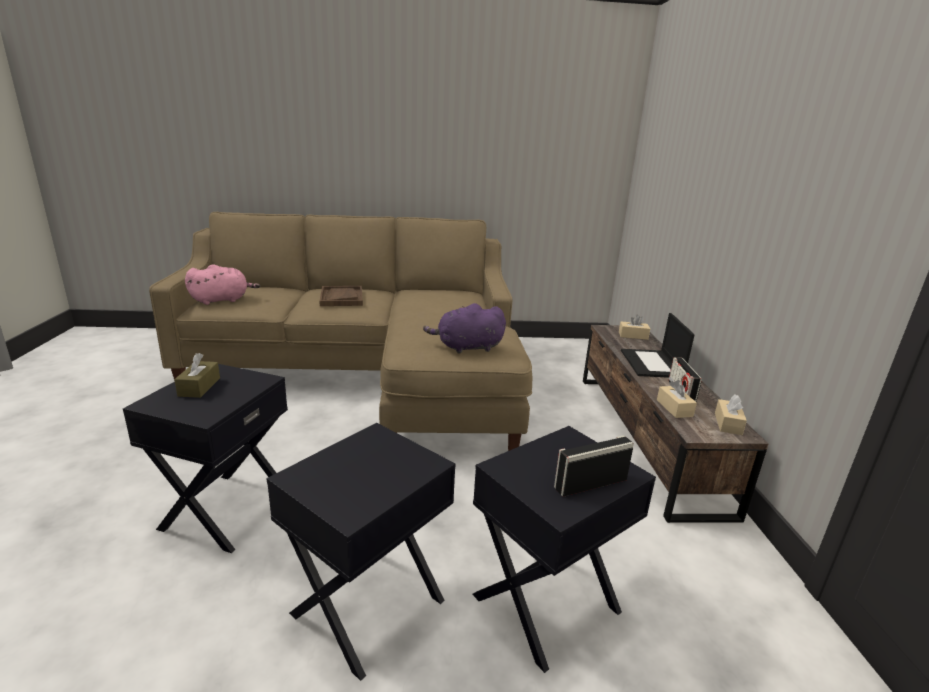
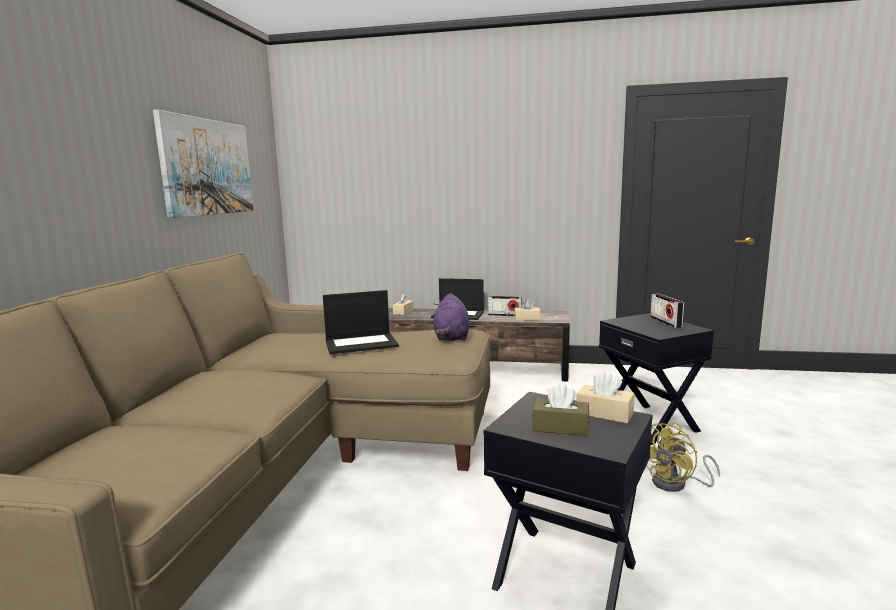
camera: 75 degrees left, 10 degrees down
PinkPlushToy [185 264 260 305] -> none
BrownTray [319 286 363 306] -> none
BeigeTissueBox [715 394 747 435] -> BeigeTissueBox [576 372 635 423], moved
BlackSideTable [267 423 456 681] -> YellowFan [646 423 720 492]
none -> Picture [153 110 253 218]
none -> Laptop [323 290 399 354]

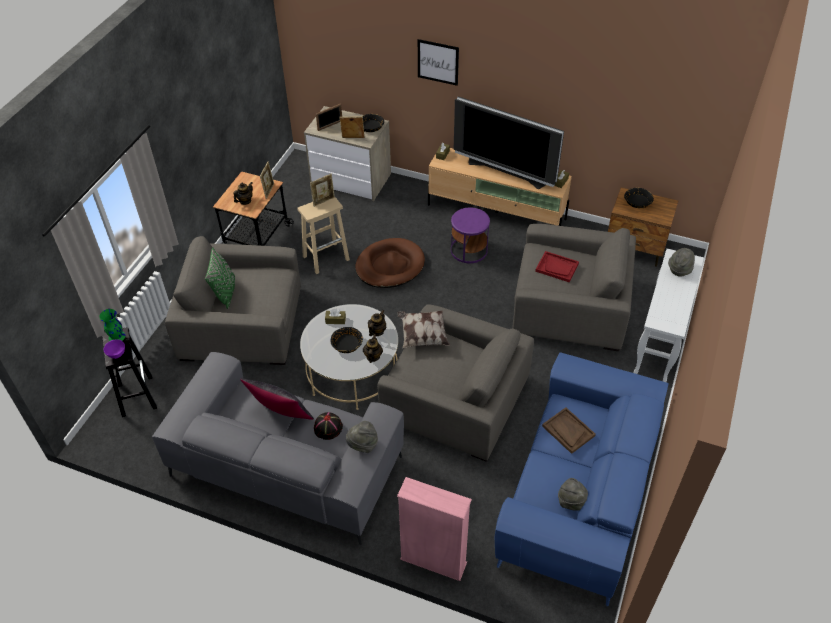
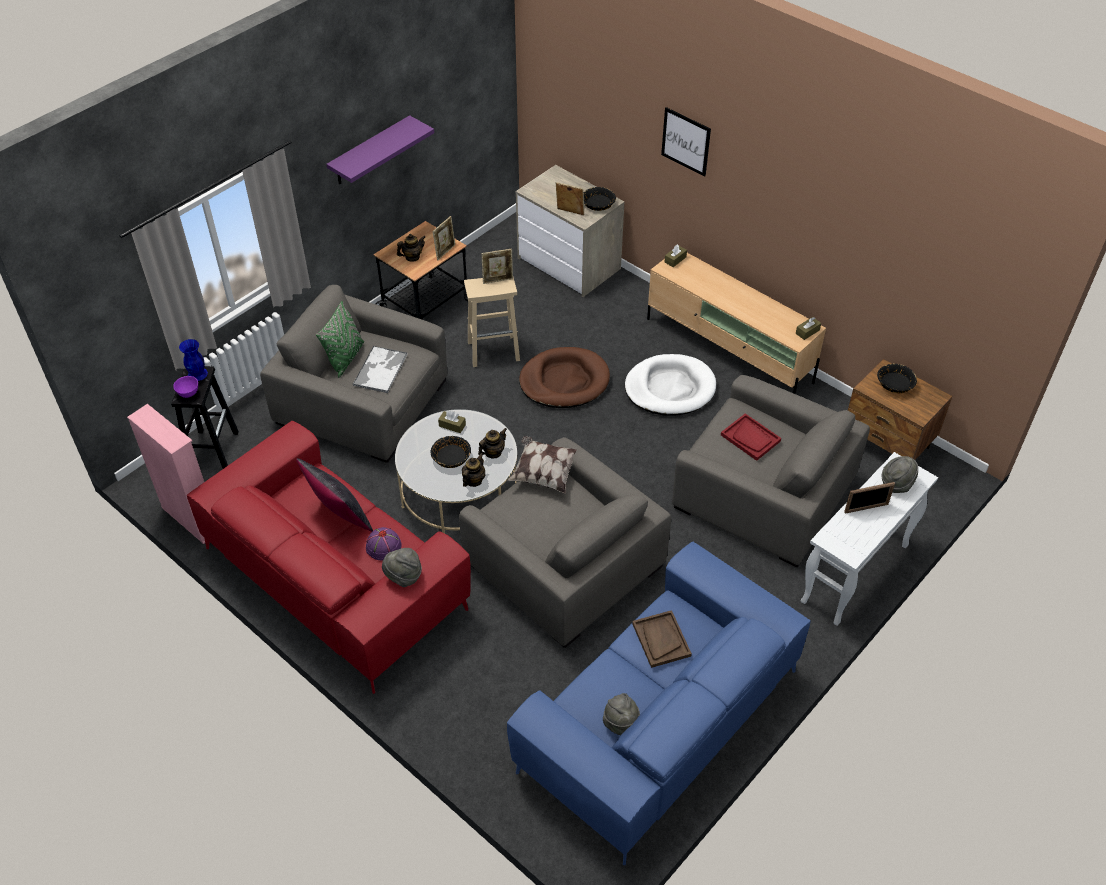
camera: 20 degrees right, 0 degrees up
Television [454 96 564 189] -> none
PictureFrame [316 103 342 131] -> PictureFrame [844 482 895 513], moved
PurpleSideTable [451 207 490 263] -> WhiteDogBed [625 354 716 416]
GreenVase [99 309 125 341] -> BlueVase [179 339 208 381]
GreySofa [152 352 404 545] -> RedSofa [187 421 471 694]
BlackHat [314 412 343 440] -> PurpleHat [366 527 402 561]
PinkBookcase [397 477 472 581] -> PinkBookcase [127 404 205 544], moved
none -> PurpleShelf [326 115 434 184]
none -> Tray [352 345 408 393]

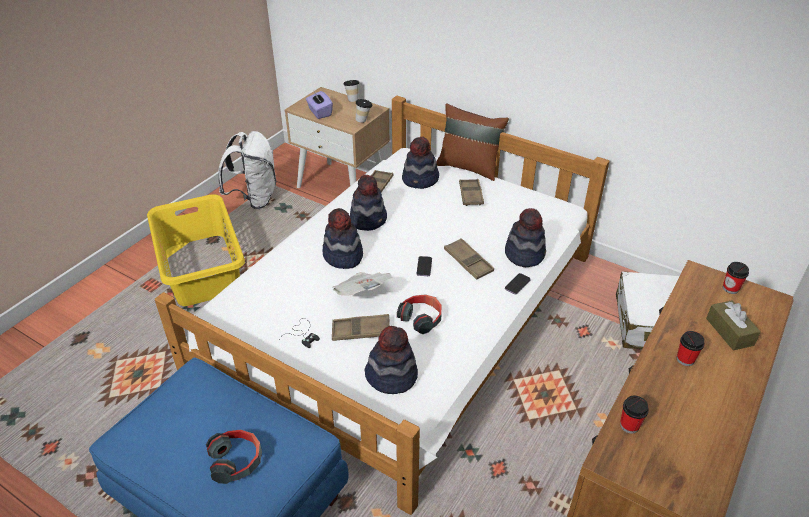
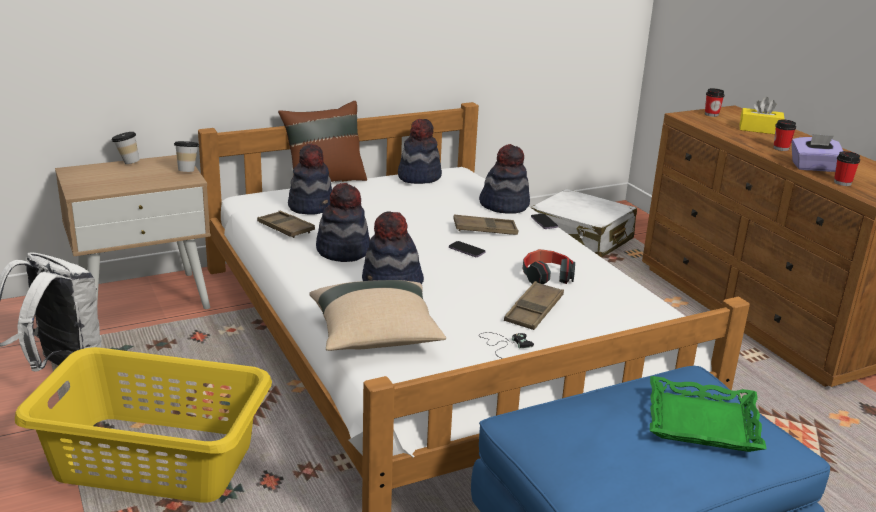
camera: 60 degrees left, 15 degrees down
PurpleTissueBox [306 91 333 119] -> PurpleTissueBox [792 134 843 172], moved
BrownTray [459 179 484 206] -> none
Newspaper [333 272 392 296] -> none
BrownTissueBox [706 300 761 350] -> YellowTissueBox [740 97 785 134]
Hat [364 326 418 394] -> Hat [398 119 442 184], moved
Headphones [206 430 262 484] -> GreenTray [650 376 766 452]
none -> BeigePillow [309 280 446 351]

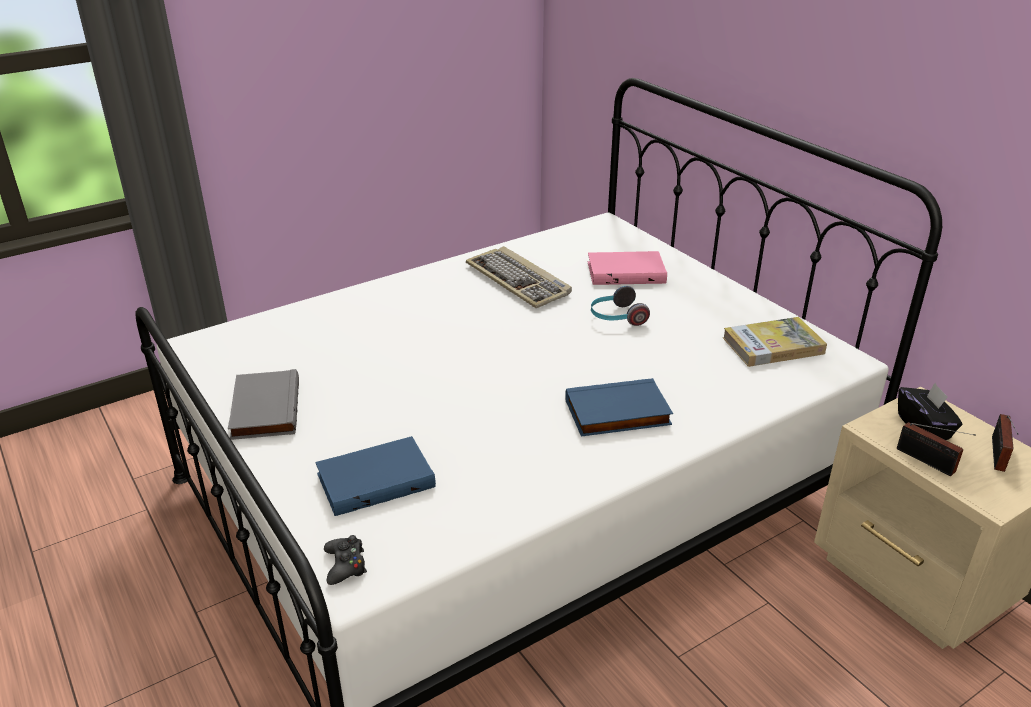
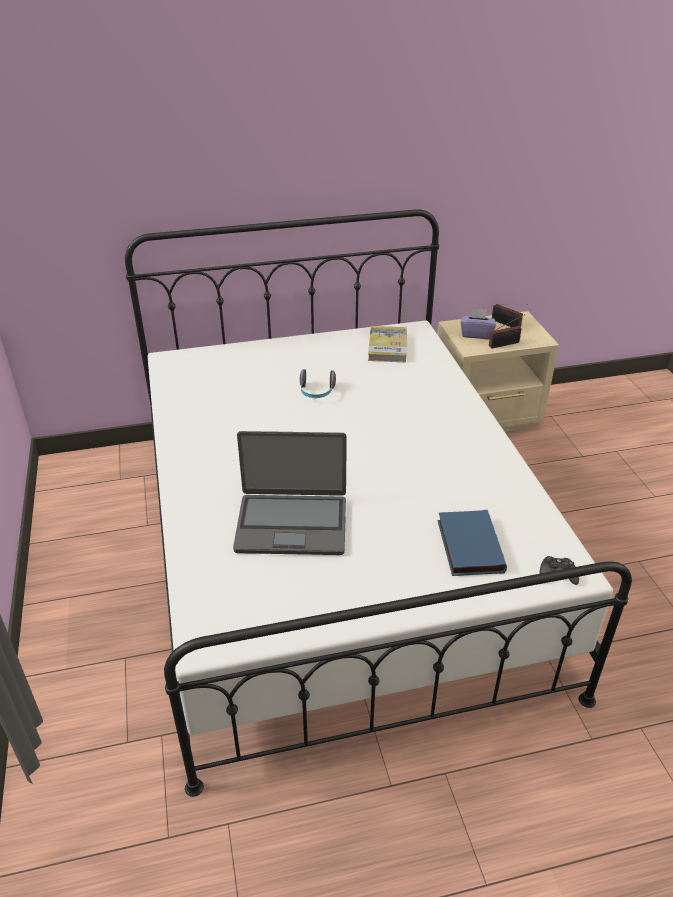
camera: 70 degrees left, 5 degrees up
Keyboard [466 246 572 308] -> none
PinkBook [587 251 667 285] -> none
GreyBook [228 369 299 440] -> none
BlueBook [565 378 673 437] -> none
BlackTissueBox [898 383 963 440] -> PurpleTissueBox [461 308 496 339]
none -> Laptop [233 431 347 555]

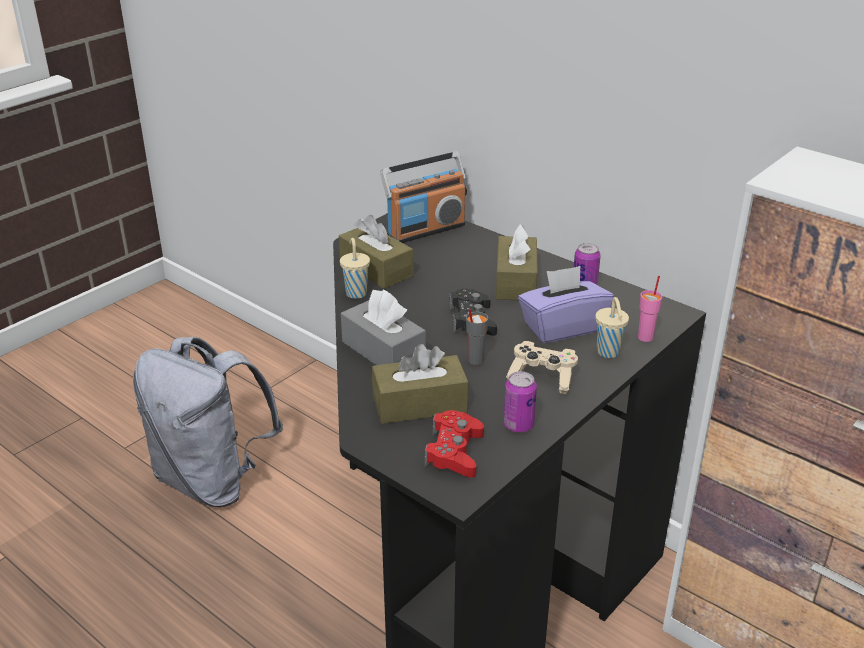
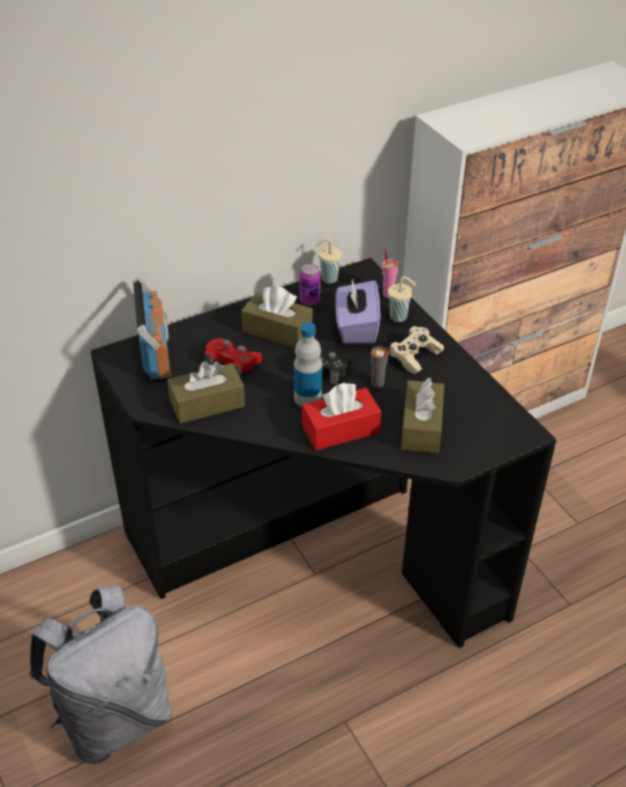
camera: 70 degrees left, 10 degrees up
BeigeCup [340 238 370 299] -> BeigeCup [316 238 342 283], moved
GreyTissueBox [341 290 426 365] -> RedTissueBox [302 383 381 450]
Can [503 371 537 433] -> none
RedGameController [425 410 484 478] -> RedGameController [205 338 262 376], moved
none -> Bottle [294 322 322 407]

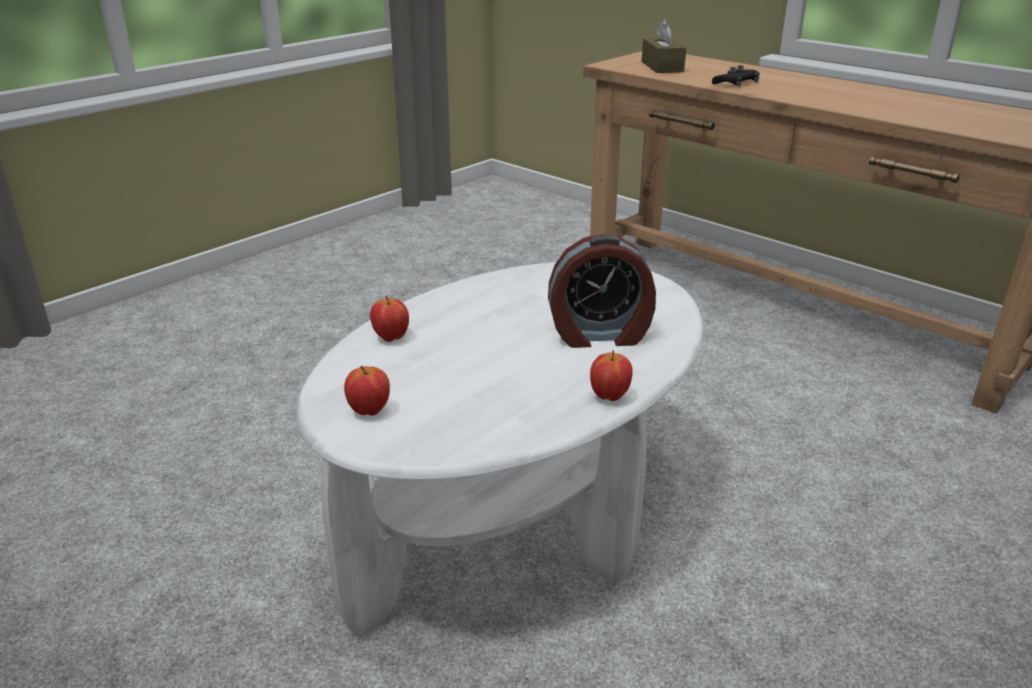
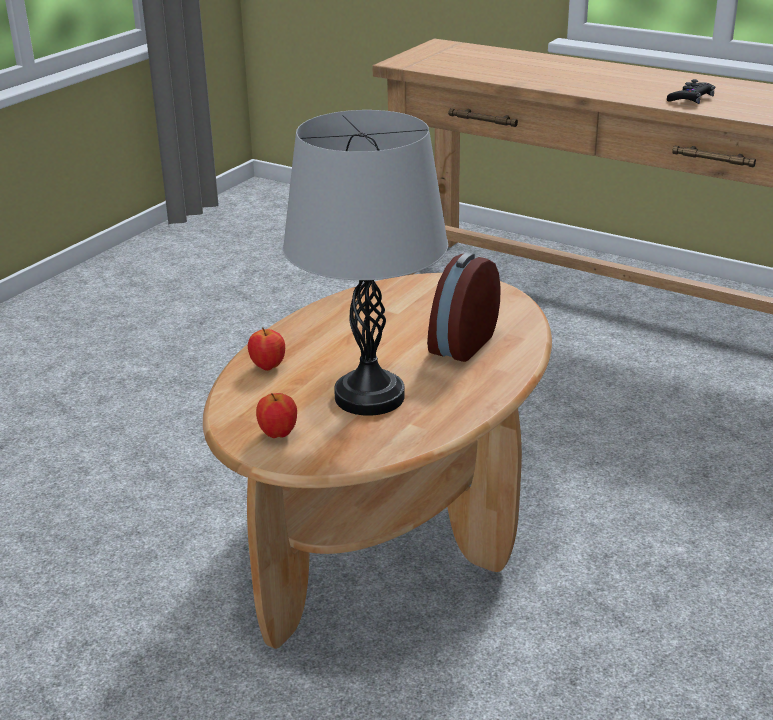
camera: 10 degrees left, 0 degrees up
BrownTissueBox [642 19 686 73] -> none
BlackGameController [712 65 760 87] -> BlackGameController [667 79 715 104], moved
AlarmClock [548 234 656 348] -> AlarmClock [427 252 501 362], 135 degrees clockwise
WhiteCoffeeTable [296 262 703 636] -> BrownCoffeeTable [203 273 552 649]
Apple [590 350 633 401] -> none
none -> GreyTableLamp [283 110 448 416]

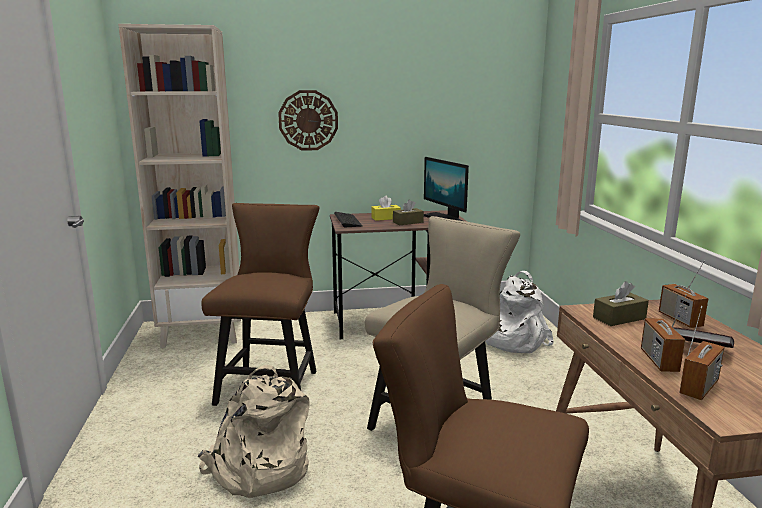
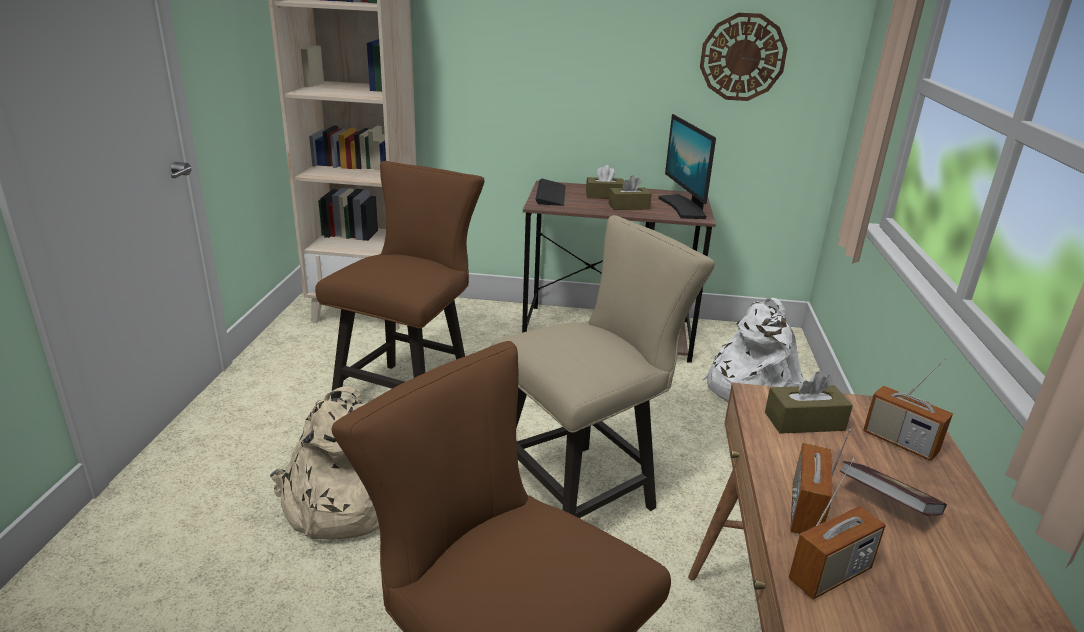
camera: 15 degrees right, 10 degrees up
WallClock [278 90 338 151] -> WallClock [700 13 788 101], moved
YellowTissueBox [371 196 401 221] -> BrownTissueBox [586 165 624 199]
Radio [659 261 708 328] -> Radio [863 357 953 461], 45 degrees counterclockwise

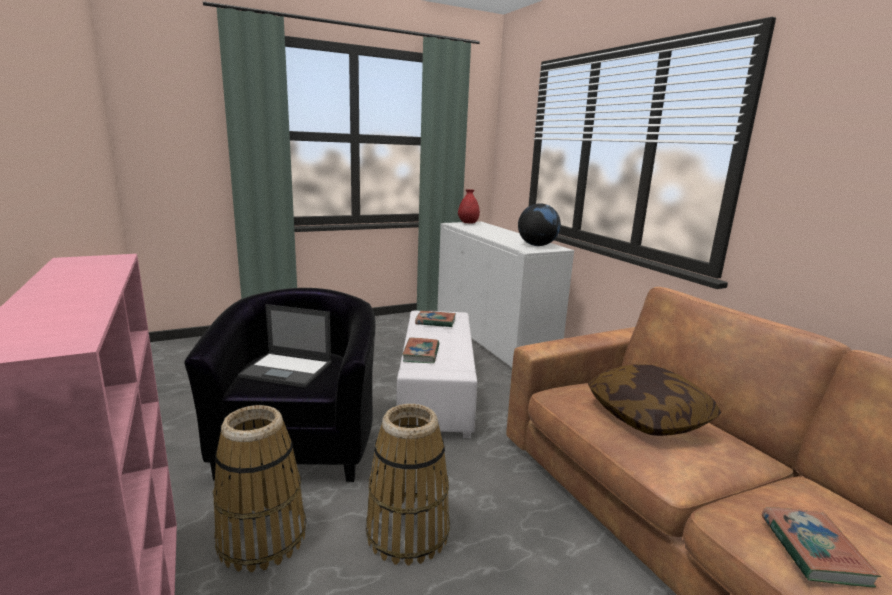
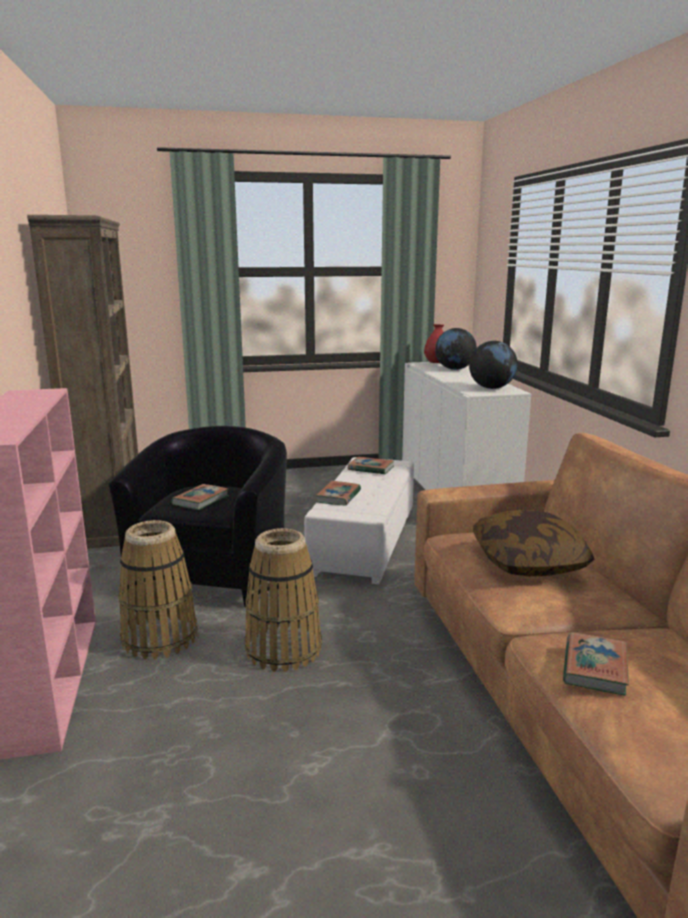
camera: 15 degrees right, 0 degrees up
Laptop [238 304 332 388] -> Book [171 484 229 510]
none -> BrownBookcase [27 215 138 549]
none -> Globe [435 328 477 370]

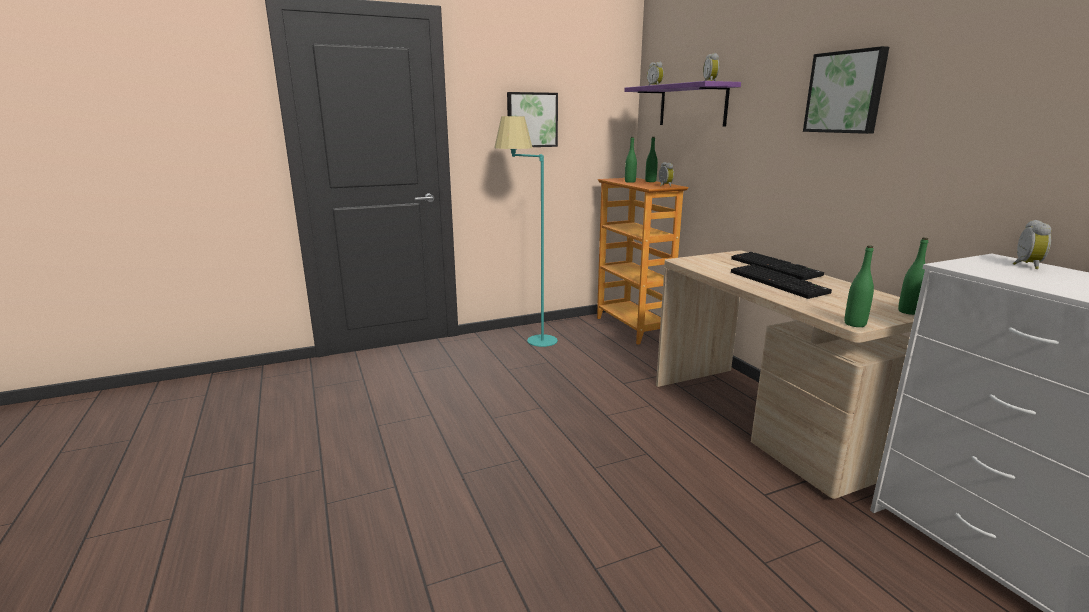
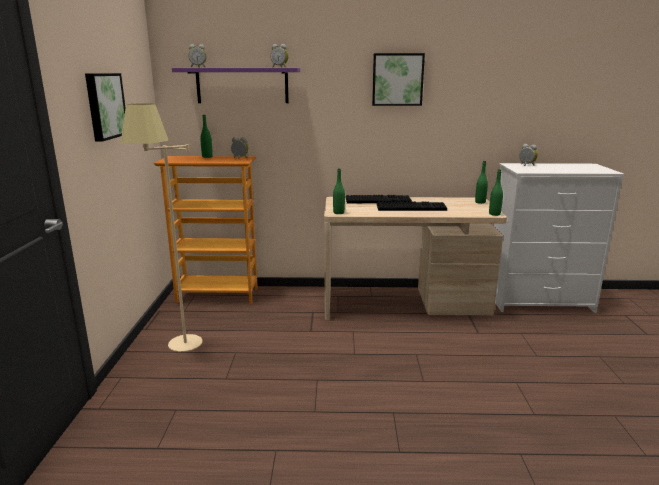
camera: 65 degrees left, 0 degrees up
TurquoiseFloorLamp [494 116 558 347] -> BeigeFloorLamp [121 103 202 352]
GreenBottle [625 137 637 183] -> GreenBottle [333 168 345 214], moved

